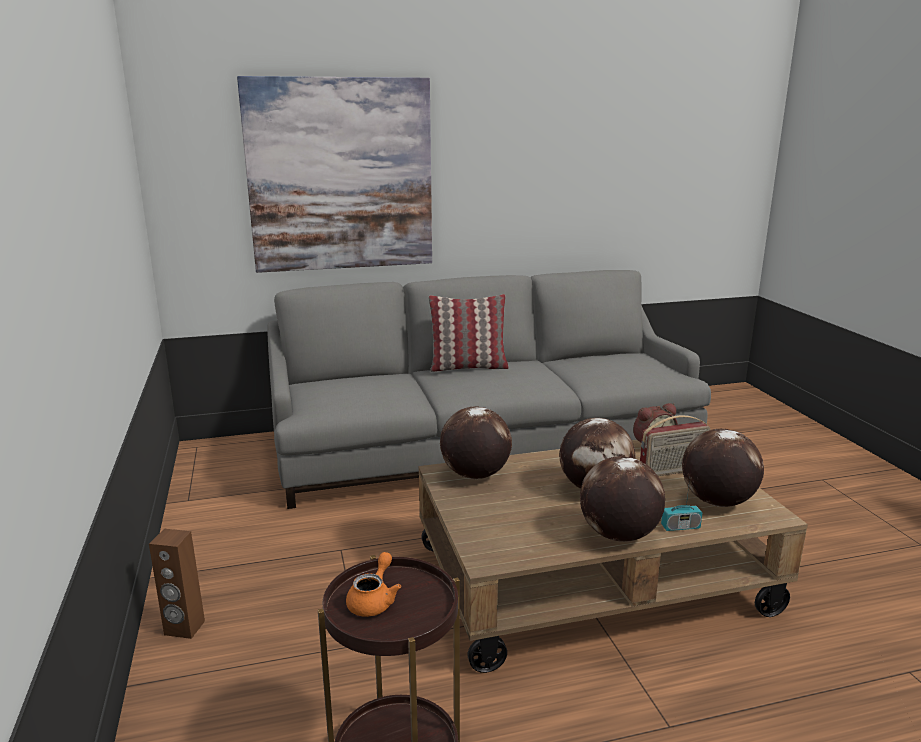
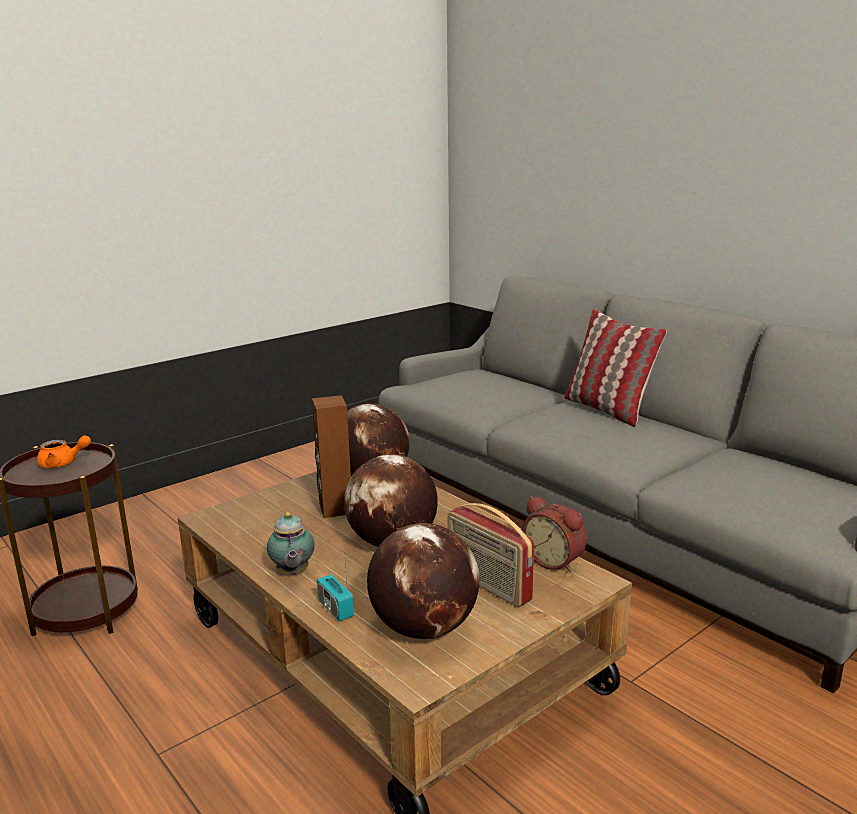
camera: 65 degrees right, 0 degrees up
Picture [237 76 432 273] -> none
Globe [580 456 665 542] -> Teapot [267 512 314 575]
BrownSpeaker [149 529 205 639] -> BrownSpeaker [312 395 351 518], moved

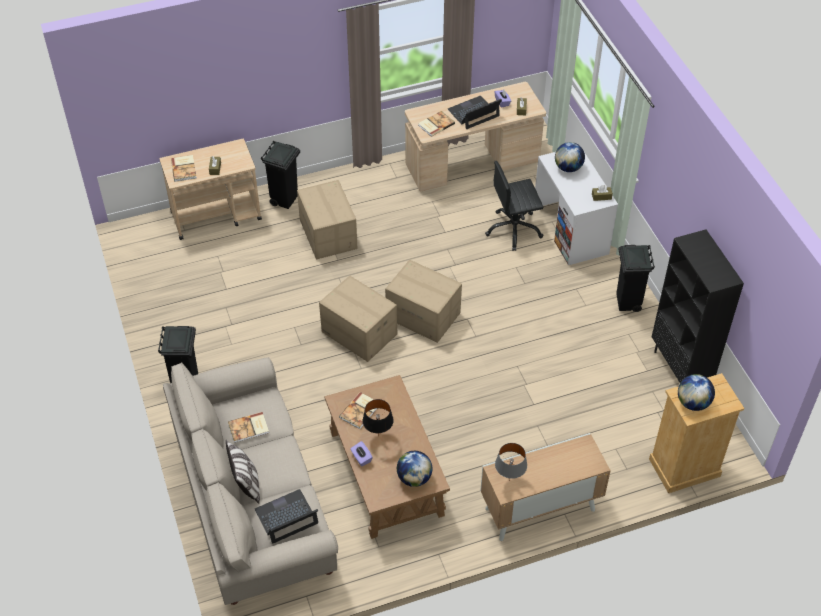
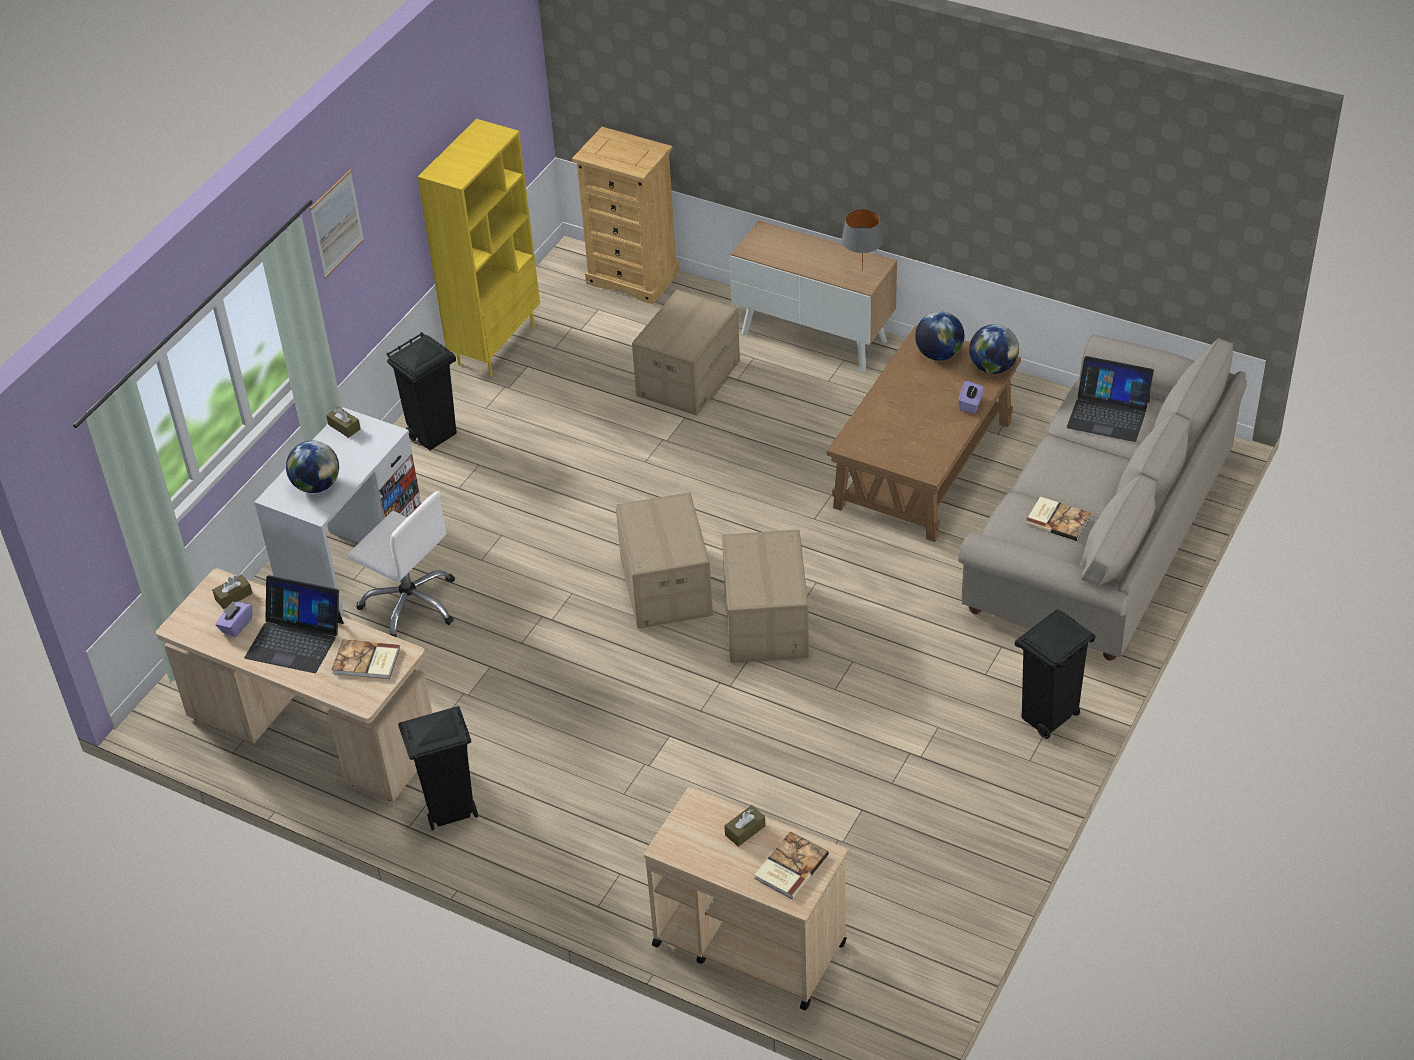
camera: 130 degrees left, 5 degrees down
BlackTrashCan [261 141 300 209] -> BlackTrashCan [398 706 478 830], moved
BlackOfficeChair [485 161 543 251] -> WhiteOfficeChair [347 491 455 637]
CardboardBox [297 180 357 259] -> CardboardBox [632 290 740 416], moved
BlackBookcase [652 230 744 383] -> YellowBookcase [418 119 540 376]
Globe [678 374 715 411] -> Globe [969 324 1019 374], moved
Book [339 392 377 429] -> none
BlackTableLamp [363 399 393 437] -> none
Pillow [226 439 260 504] -> none
none -> Picture [310 170 364 278]

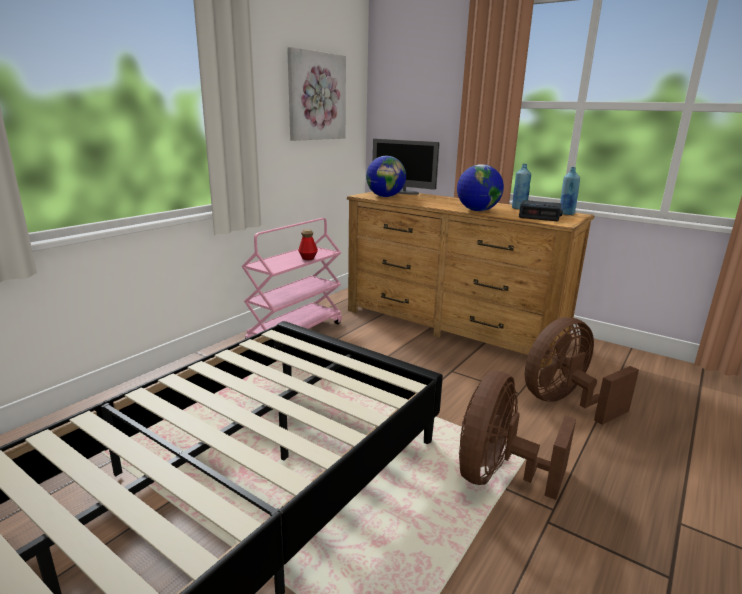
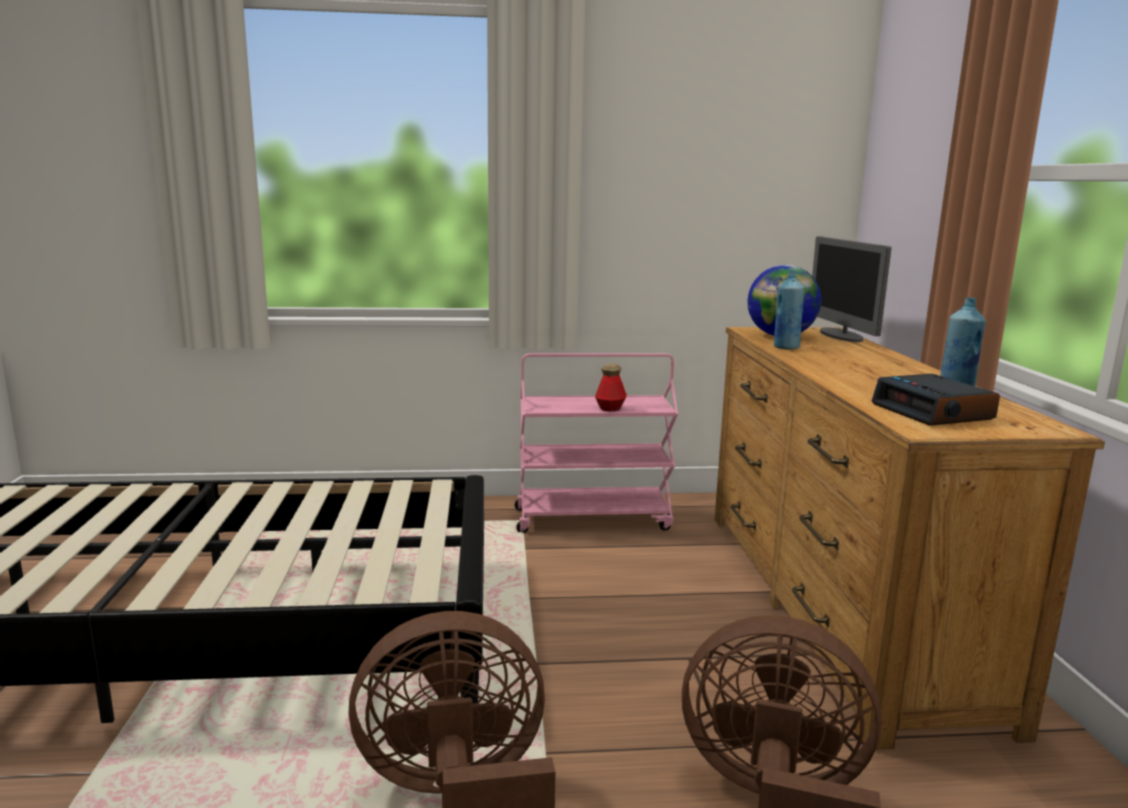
camera: 50 degrees right, 5 degrees down
Picture [287 47 346 141] -> none
Globe [457 164 504 211] -> none
BlueBottle [560 167 580 215] -> BlueBottle [774 271 805 350], moved

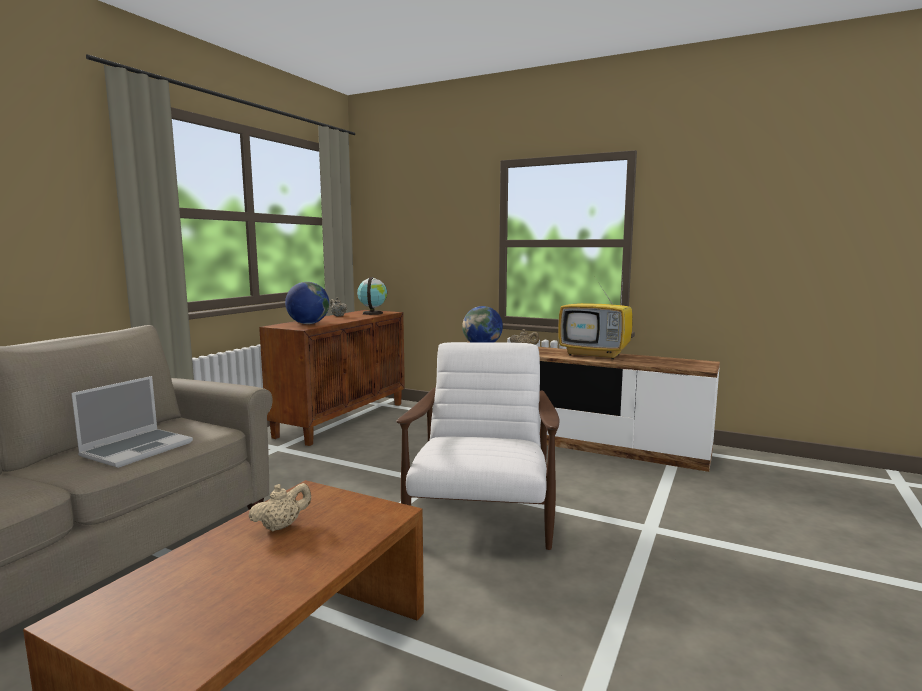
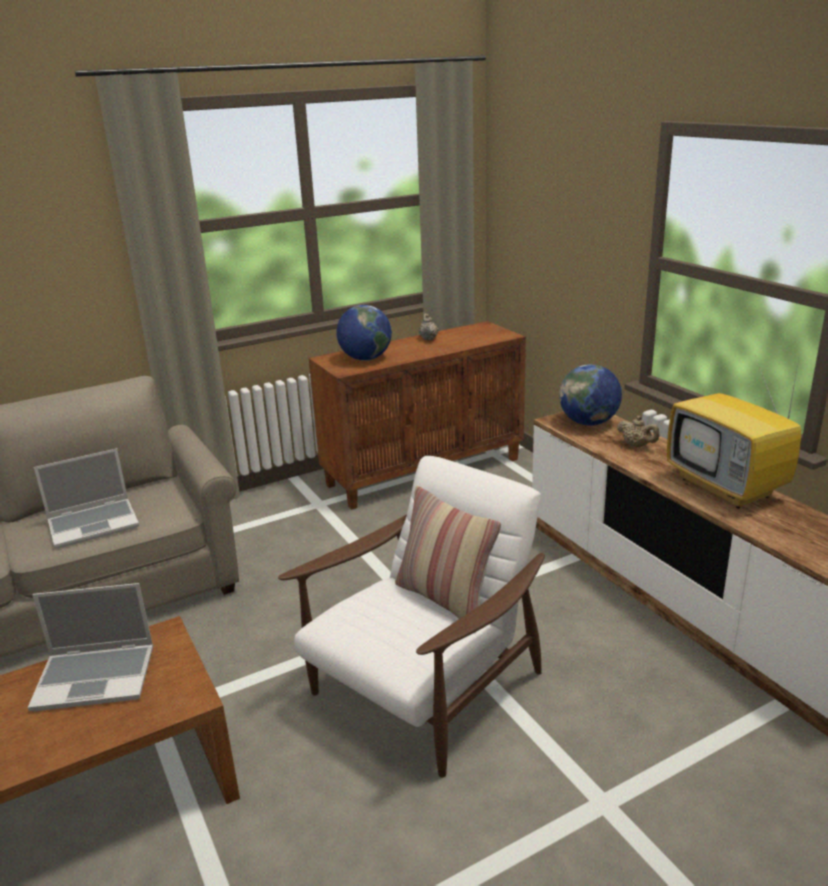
camera: 35 degrees right, 15 degrees up
Globe [357 277 387 315] -> none
BeigeTeapot [249 483 311 532] -> Laptop [28 583 153 711]
none -> Pillow [395 486 501 619]

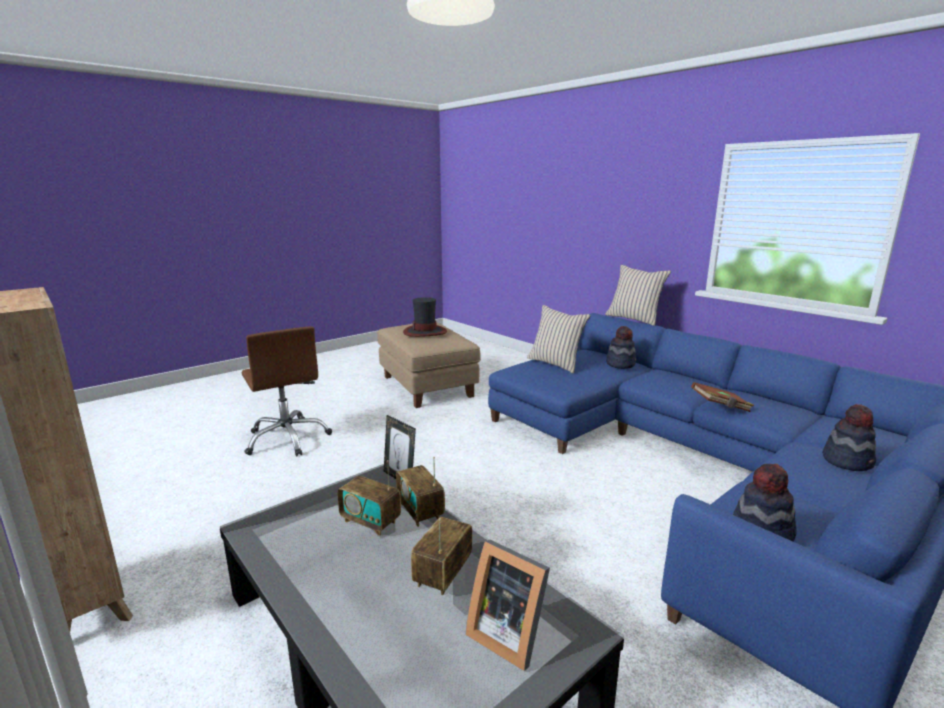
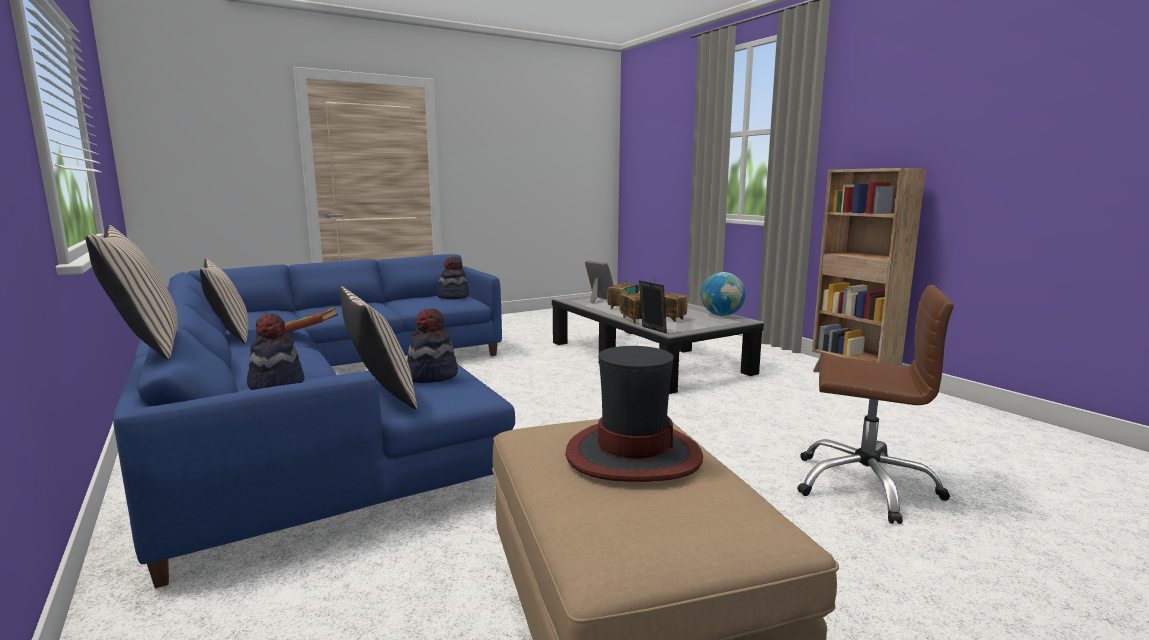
camera: 170 degrees left, 5 degrees down
BrownOfficeChair [242 326 332 456] -> BrownOfficeChair [797 285 954 524], 135 degrees clockwise
Hat [822 404 876 471] -> Hat [407 309 458 383], moved
none -> BeigePillow [200 258 248 343]
none -> Globe [701 272 746 316]

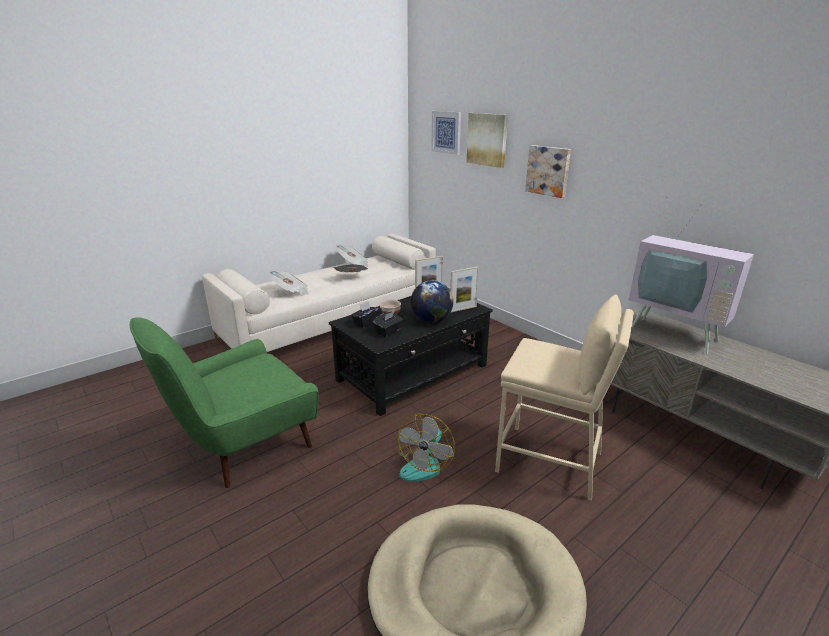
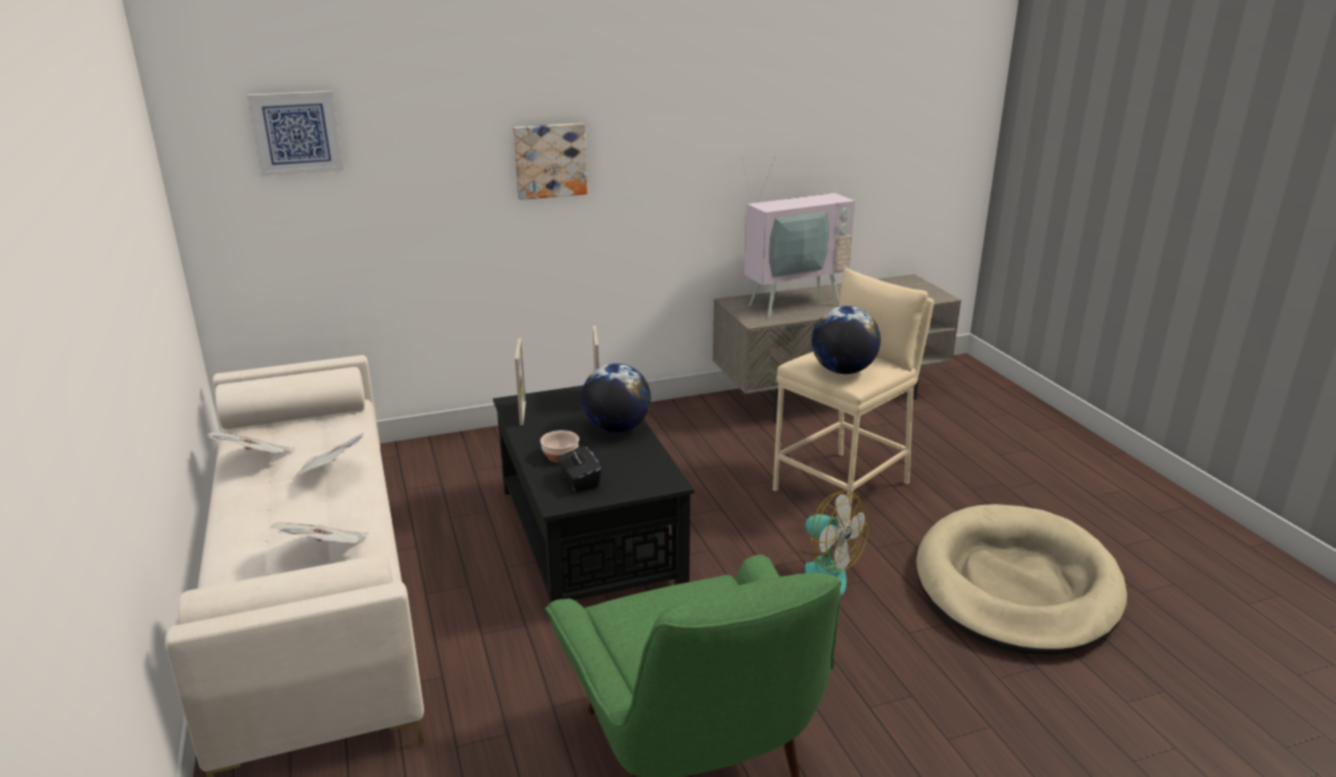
camera: 70 degrees left, 0 degrees up
Picture [466 113 508 168] -> none
BlackTissueBox [372 311 403 337] -> none
none -> Globe [811 306 881 374]

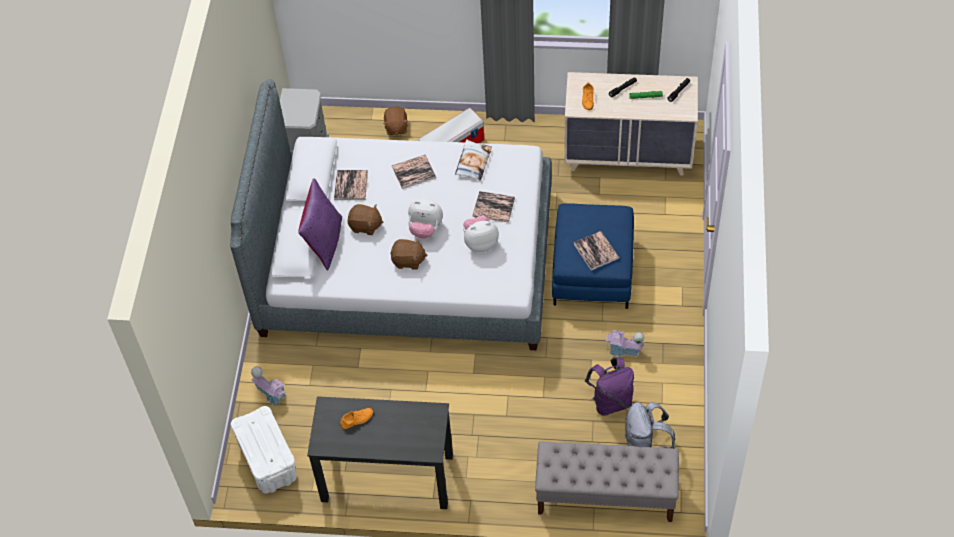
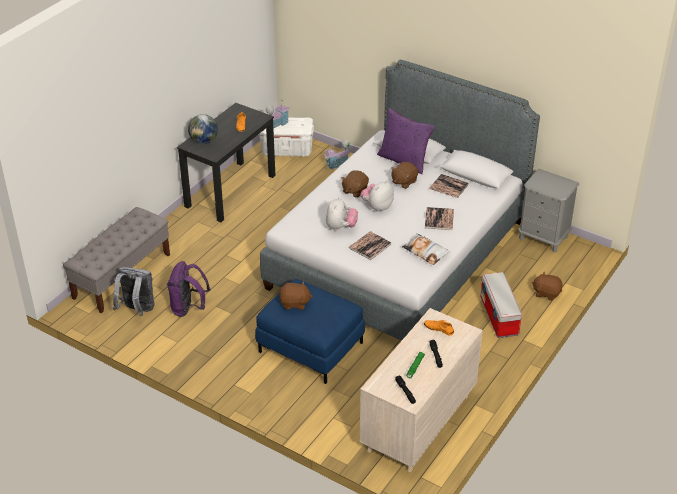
camera: 115 degrees right, 15 degrees down
Book [573 231 619 271] -> BrownPlushToy [279 281 313 310]
ToyHouse [606 329 645 357] -> ToyHouse [266 100 290 129], moved
none -> Globe [188 114 218 144]

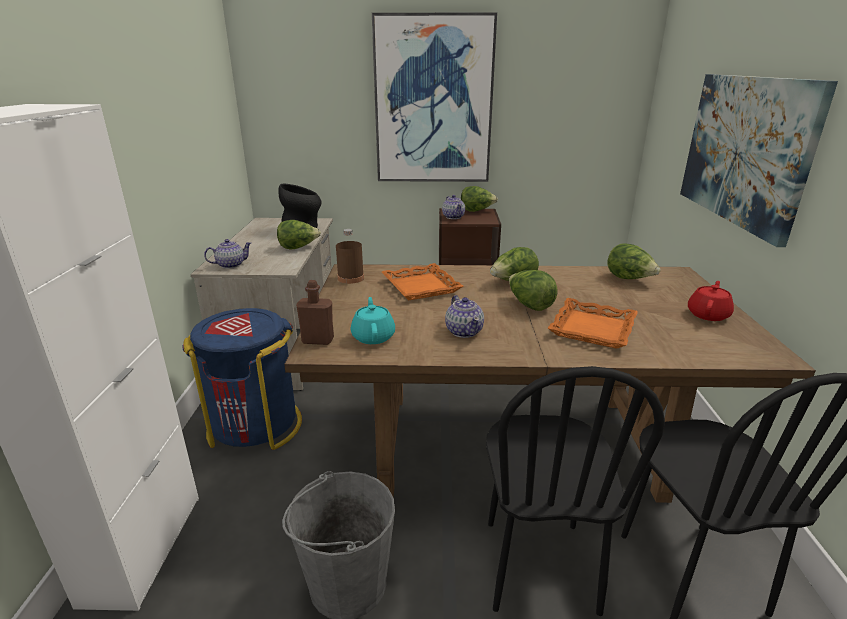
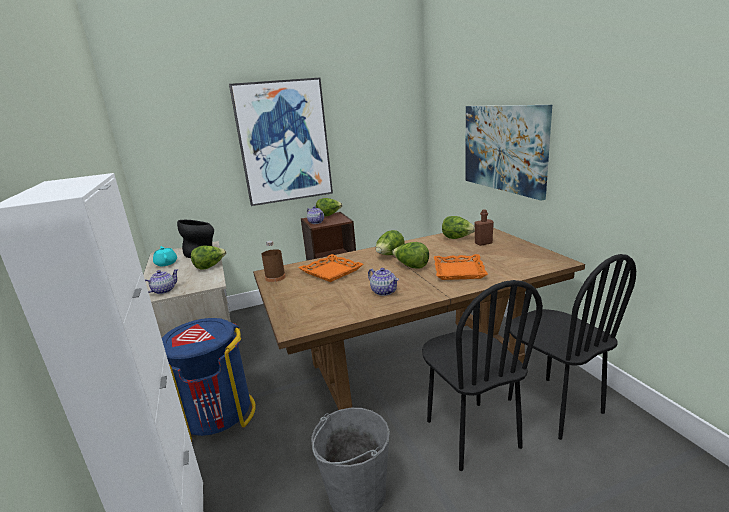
camera: 20 degrees left, 5 degrees down
BrownBottle [296 280 334 345] -> BrownBottle [475 209 494 246], moved
RedTeapot [688 281 734 321] -> none
TurquoiseTeapot [351 297 395 344] -> TurquoiseTeapot [153 246 177 266], moved

